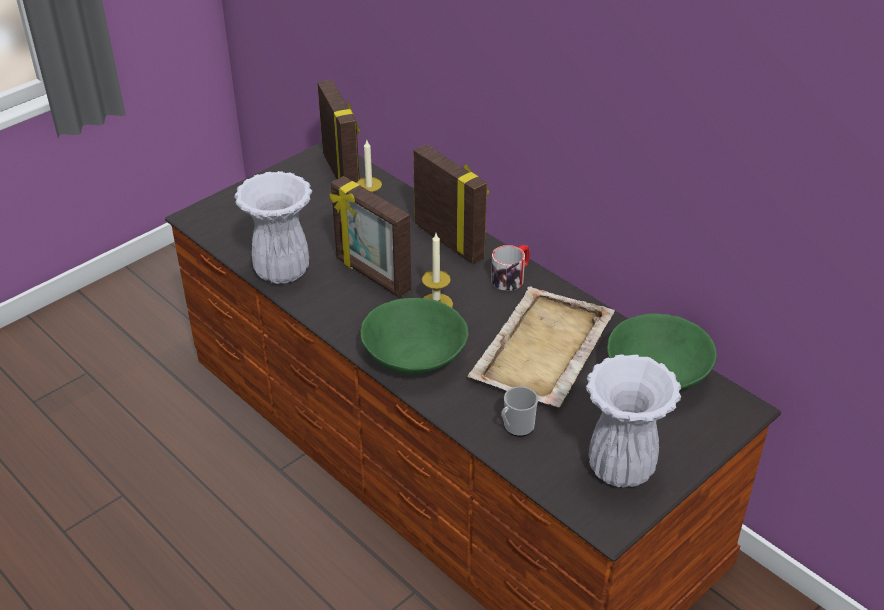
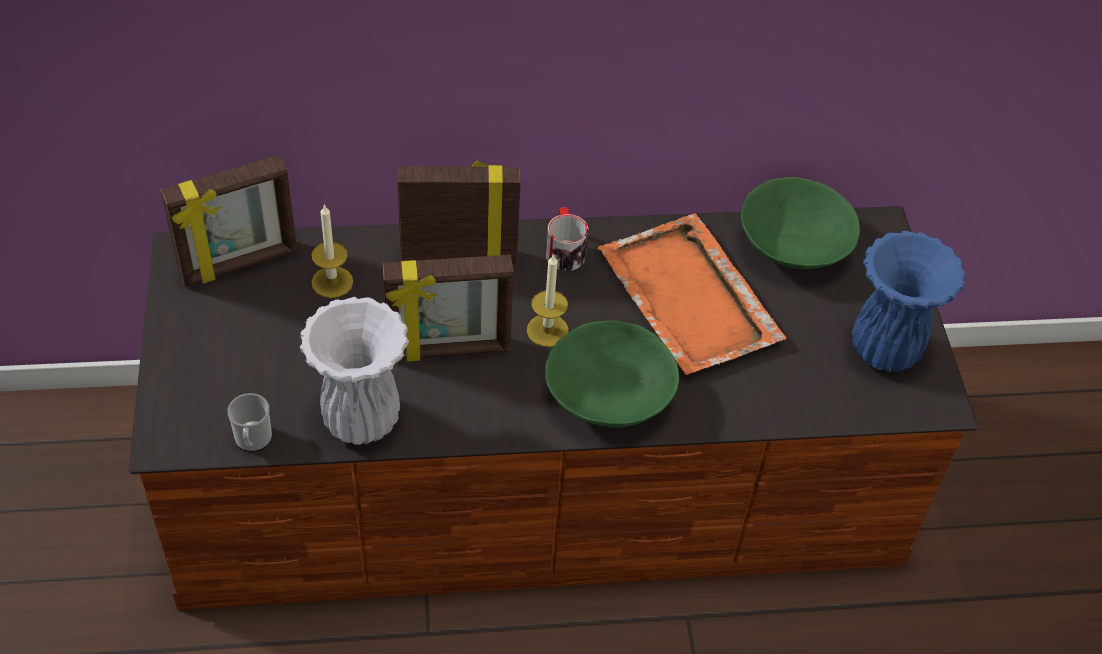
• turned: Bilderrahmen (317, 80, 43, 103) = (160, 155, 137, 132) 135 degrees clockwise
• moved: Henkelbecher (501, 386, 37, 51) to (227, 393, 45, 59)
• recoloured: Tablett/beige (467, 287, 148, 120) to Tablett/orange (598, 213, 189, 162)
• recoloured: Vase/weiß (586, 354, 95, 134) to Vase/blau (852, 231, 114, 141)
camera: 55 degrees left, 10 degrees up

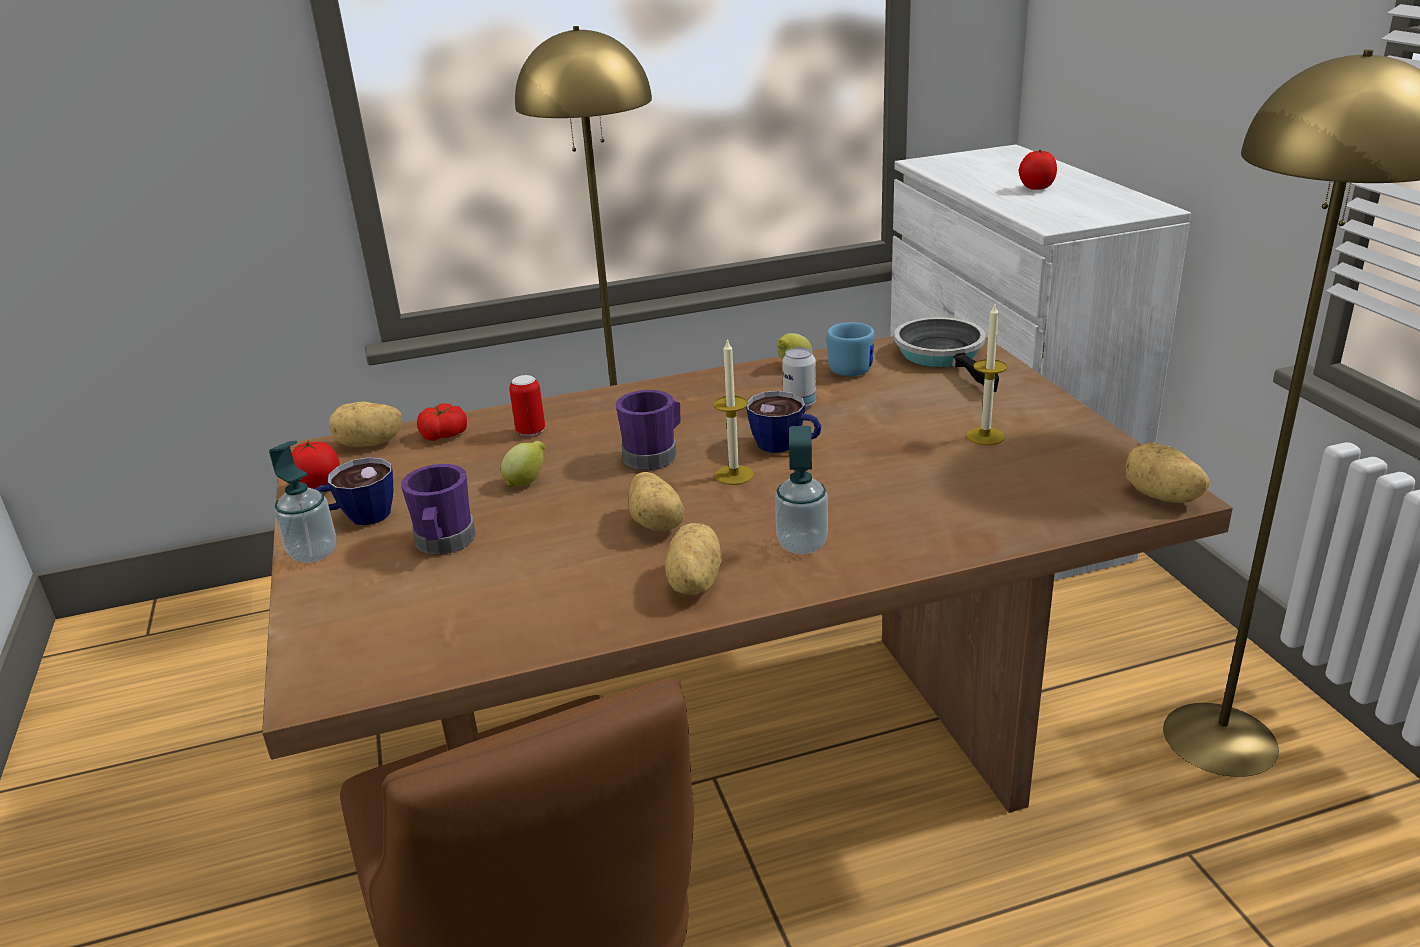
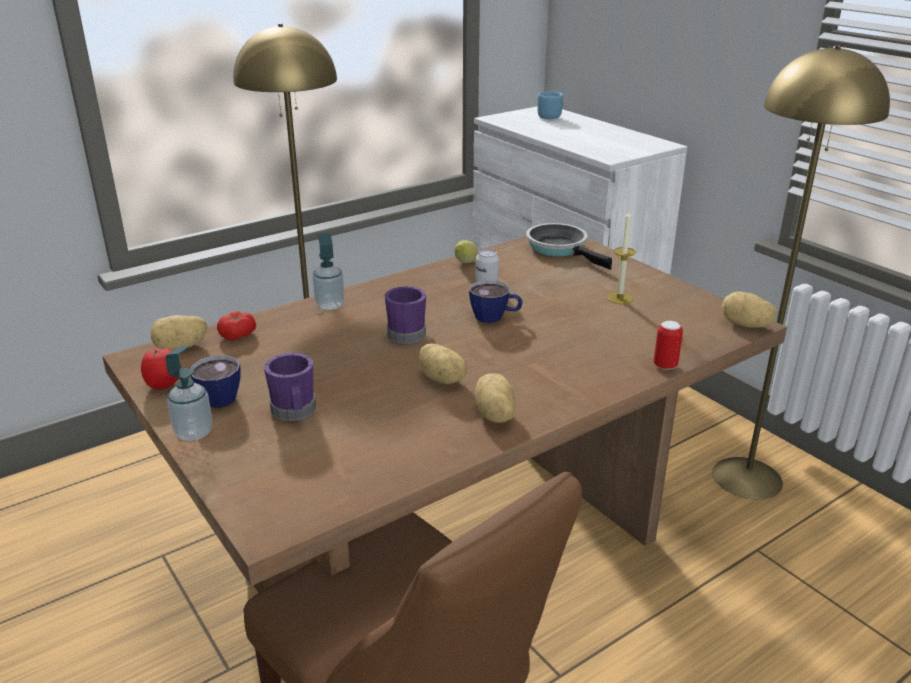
• moved: Seifenspender (775, 426, 53, 129) to (313, 233, 31, 77)
• moved: Henkelbecher/blau (827, 322, 47, 54) to (538, 91, 25, 28)
• moved: Dose (509, 375, 36, 61) to (654, 321, 29, 49)
• removed: Zitrone (501, 441, 44, 46)
• removed: Kerze (713, 339, 41, 146)
• removed: Tomate (1019, 150, 38, 40)
camera: 20 degrees left, 0 degrees up

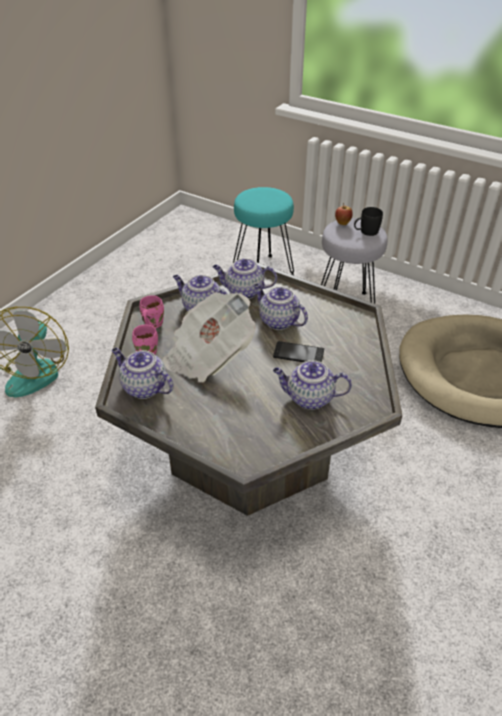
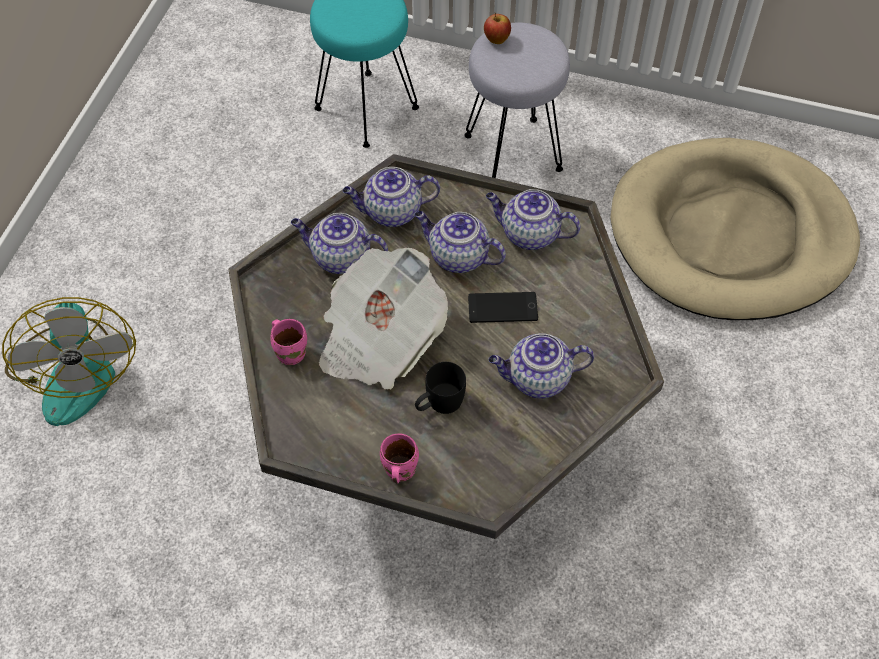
• moved: Henkelbecher/rosa (139, 295, 25, 33) to (380, 433, 39, 50)
• moved: Henkelbecher/schwarz (354, 207, 29, 29) to (415, 362, 51, 52)
• moved: Teekanne (112, 348, 61, 51) to (486, 189, 95, 61)
camera: 15 degrees left, 15 degrees up

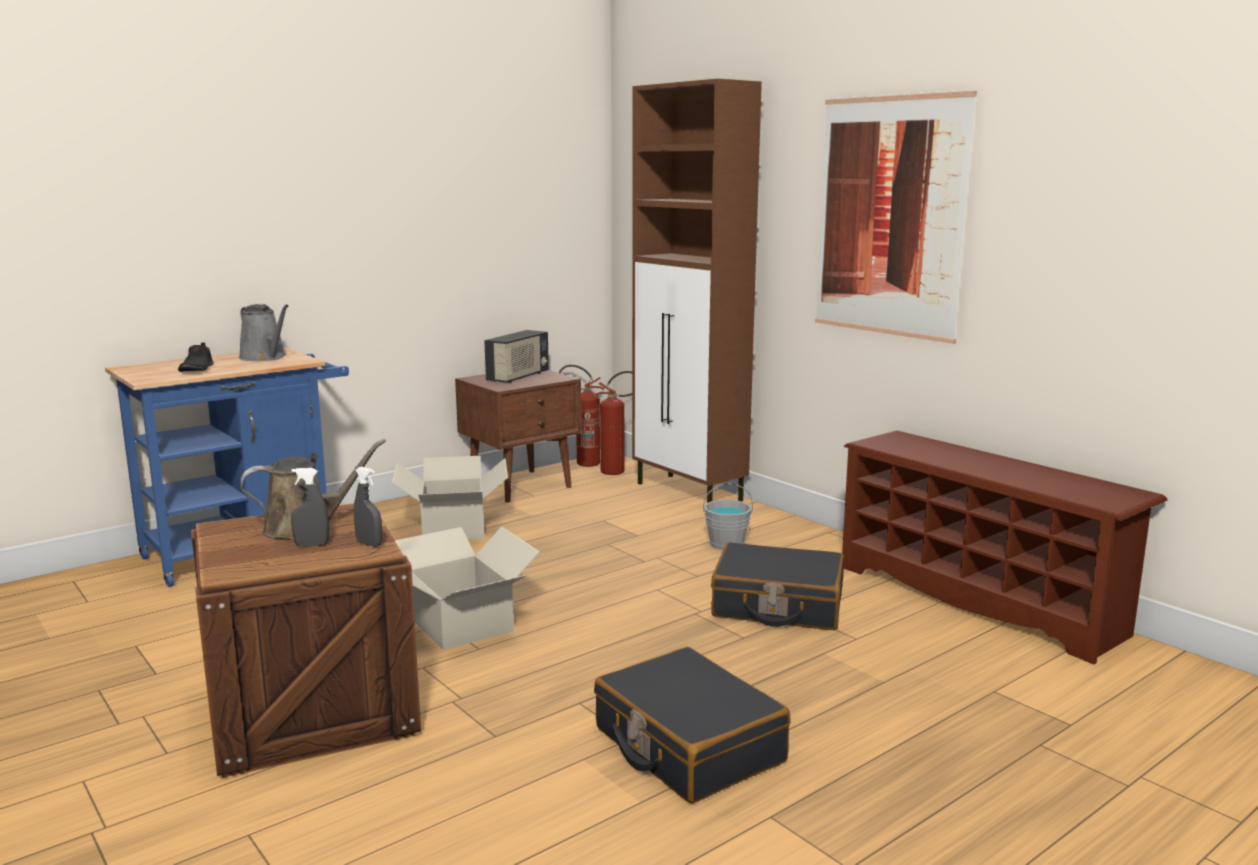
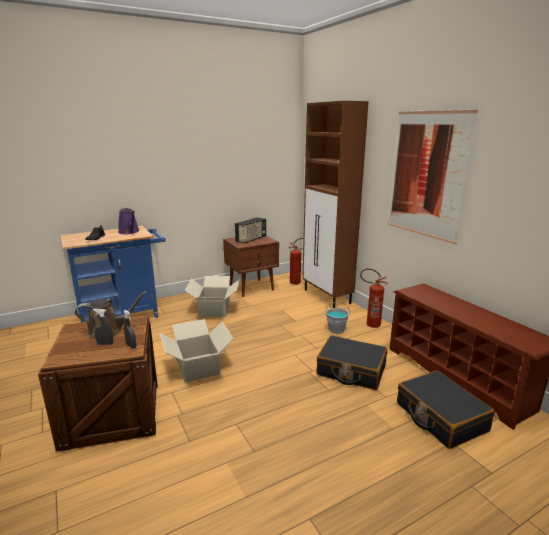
• recoloured: Gießkanne/grau (239, 304, 50, 57) to Gießkanne/lila (118, 208, 21, 26)
• moved: Feuerlöscher (559, 365, 45, 102) to (360, 268, 28, 60)
• moved: Koffer/schwarz (594, 647, 196, 156) to (397, 371, 98, 78)
camera: 10 degrees right, 5 degrees up

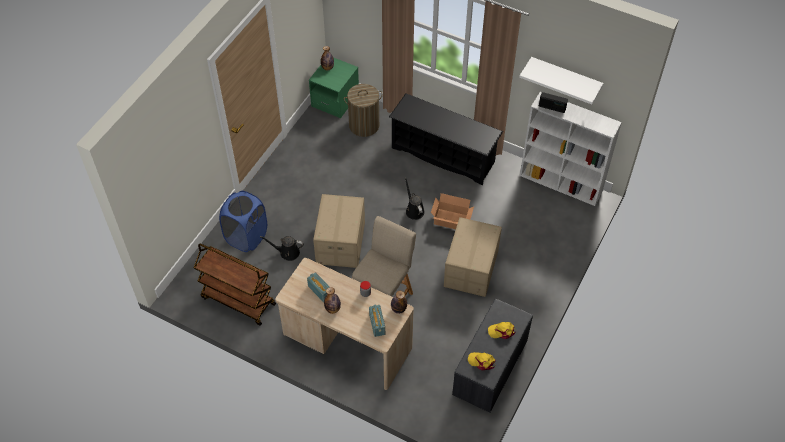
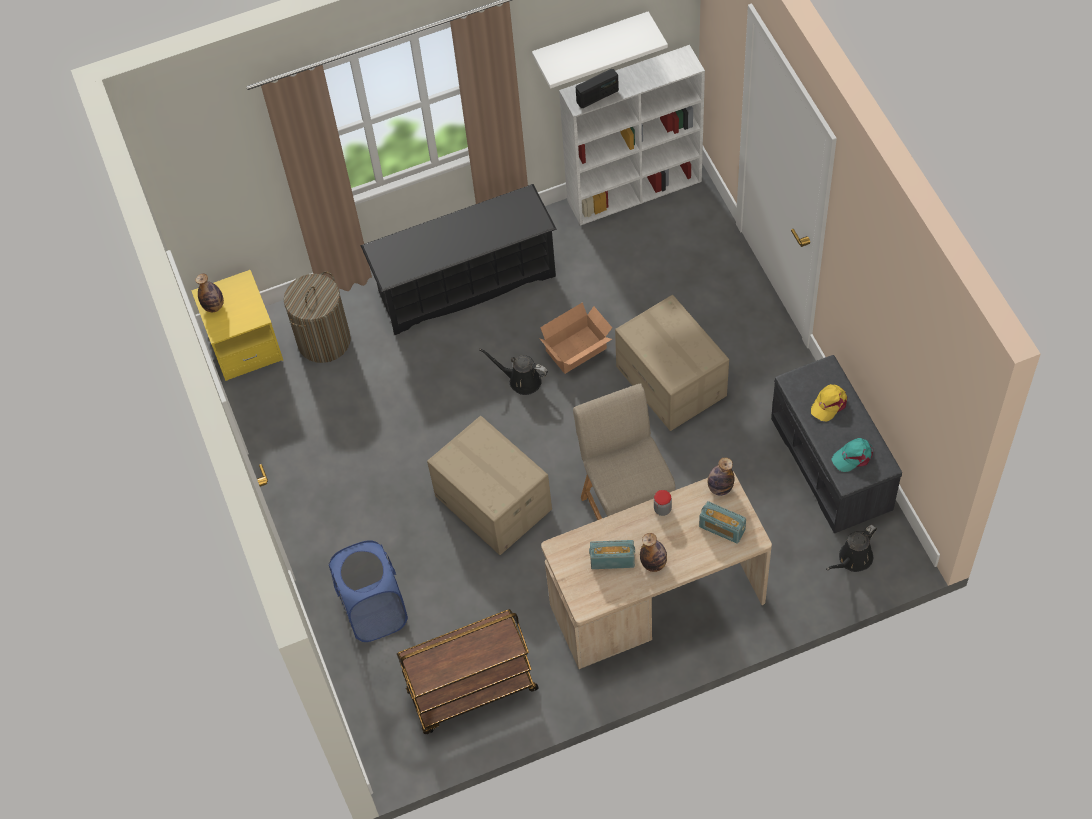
• recoloured: Nachttisch/grün (309, 57, 50, 62) to Nachttisch/gelb (191, 270, 92, 111)
• moved: Gießkanne/schwarz (260, 236, 44, 25) to (826, 525, 51, 47)
• recoloured: Kappe/gelb (468, 352, 28, 18) to Kappe/türkis (831, 438, 42, 34)
camera: 45 degrees left, 5 degrees up

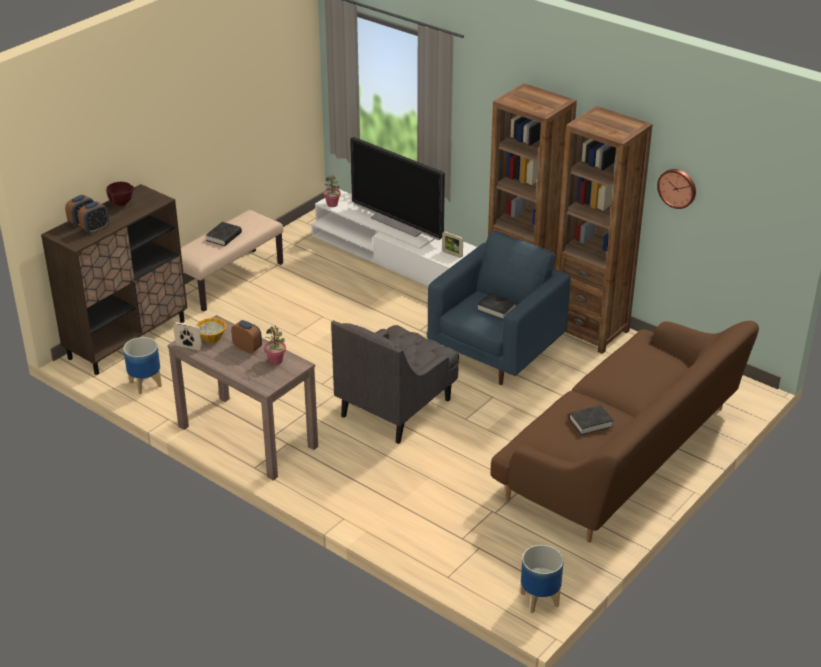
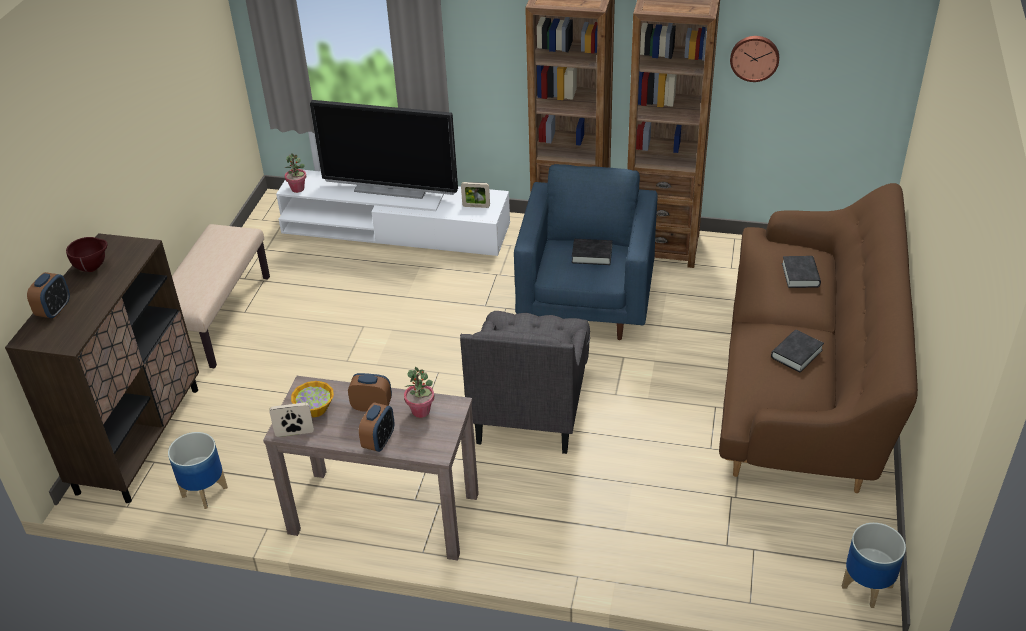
• moved: Wecker (78, 201, 31, 33) to (359, 402, 35, 50)
• moved: Buch/schwarz (206, 222, 36, 24) to (782, 256, 39, 32)
camera: 25 degrees left, 5 degrees up

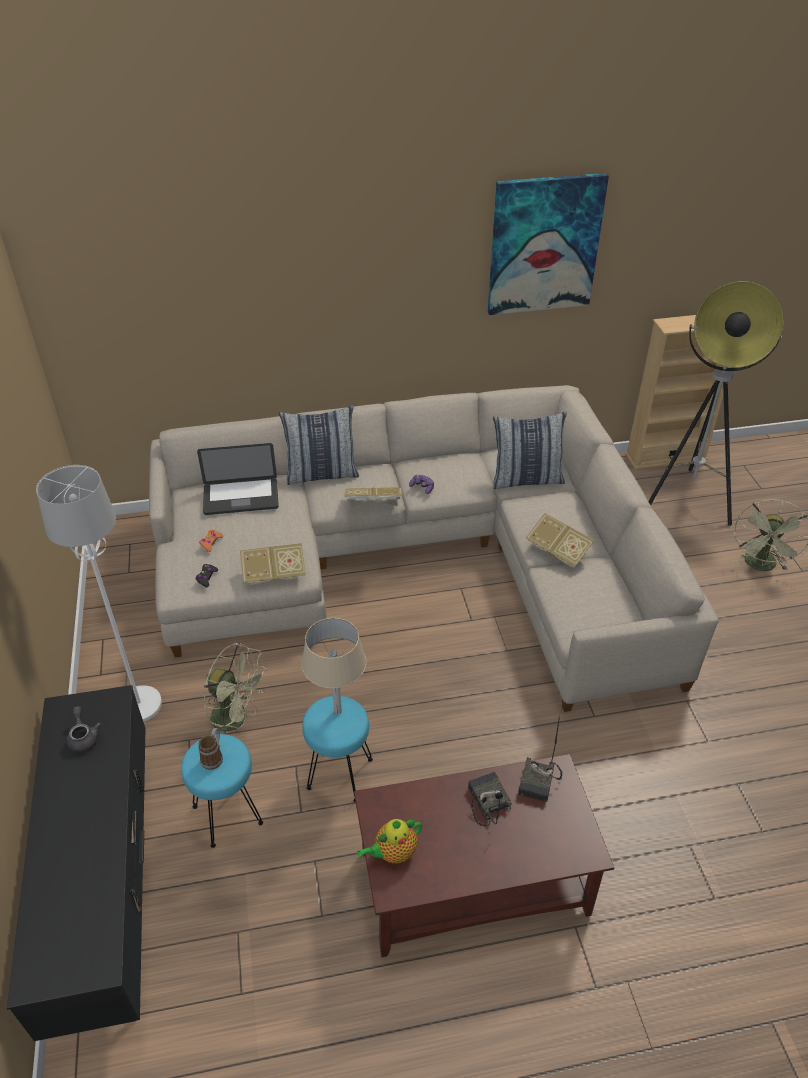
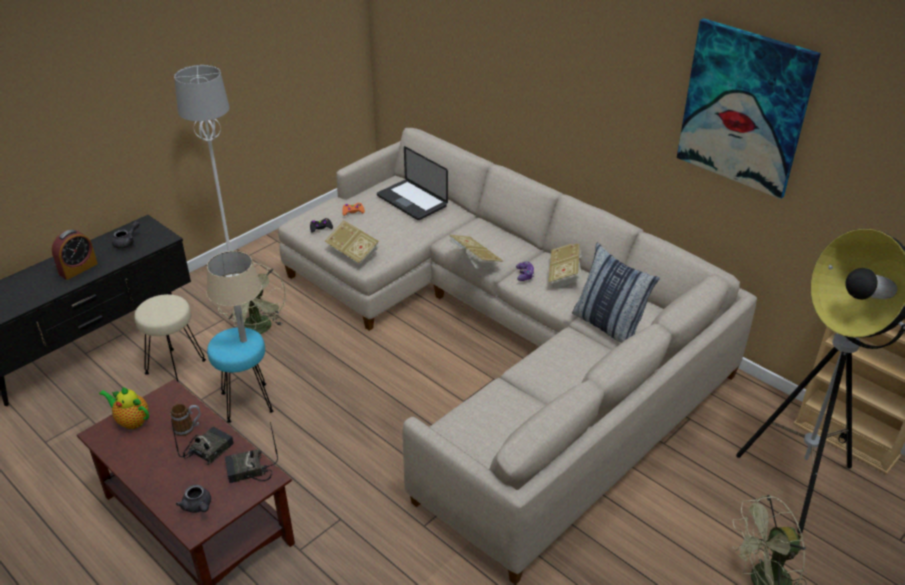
• added: Wecker (52, 230, 46, 50)
• recoloured: Hocker/türkis (181, 734, 82, 114) to Hocker/beige (134, 294, 72, 88)
• moved: Henkelbecher (199, 728, 24, 42) to (171, 404, 30, 32)
• added: Teekanne/grau (176, 485, 35, 28)
• moved: Buch (525, 513, 70, 56) to (549, 244, 33, 44)
• removed: Kissen (279, 405, 80, 80)
camera: 55 degrees right, 5 degrees down

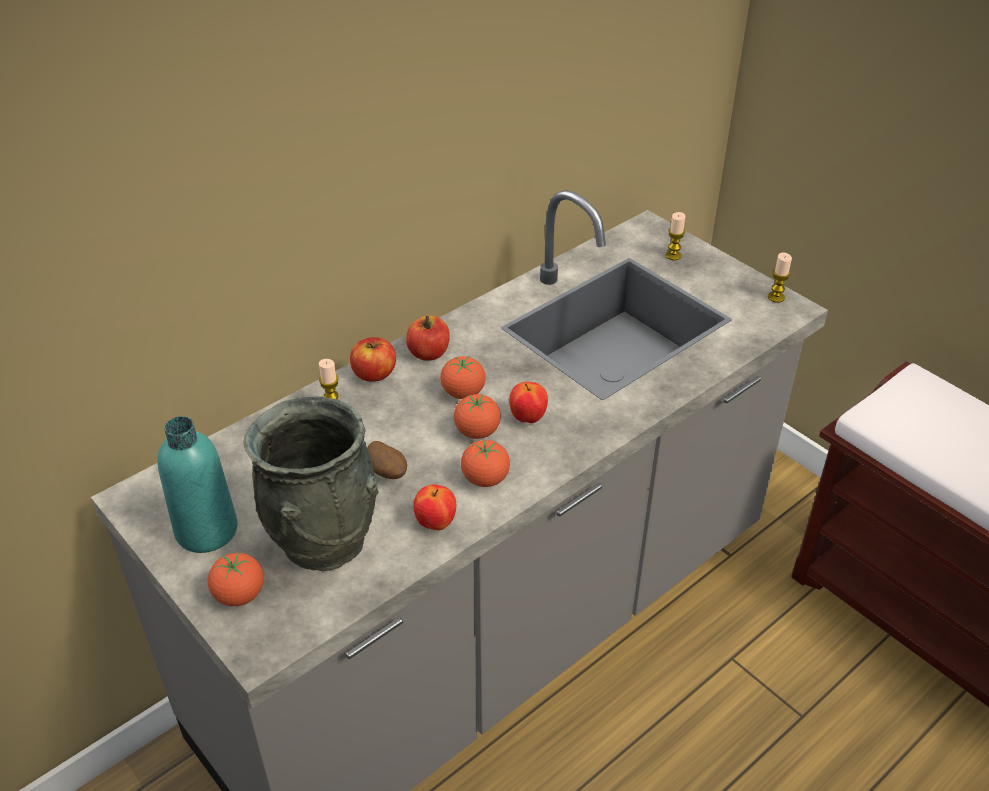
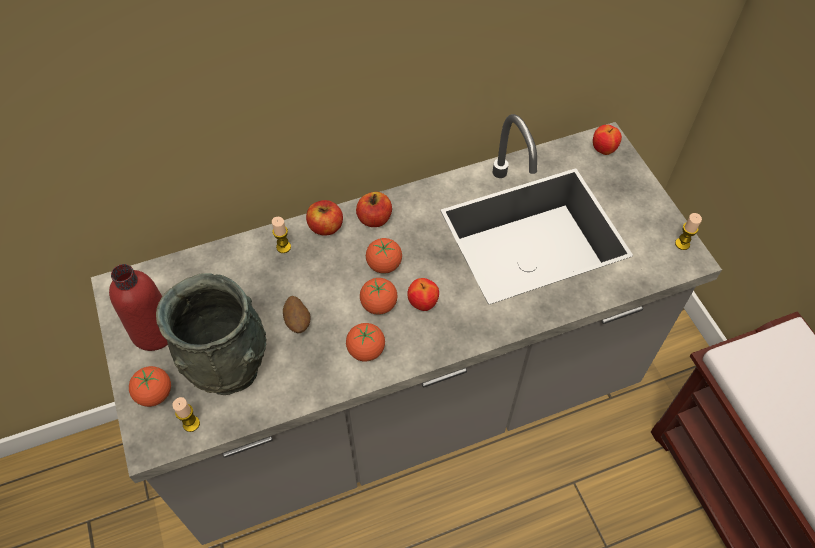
• recoloured: Flasche/türkis (157, 416, 81, 137) to Flasche/rot (109, 264, 59, 87)
• moved: Kerze (666, 212, 19, 48) to (173, 397, 27, 35)
• moved: Apfel (413, 484, 43, 46) to (593, 125, 29, 30)
camera: 20 degrees right, 15 degrees up

